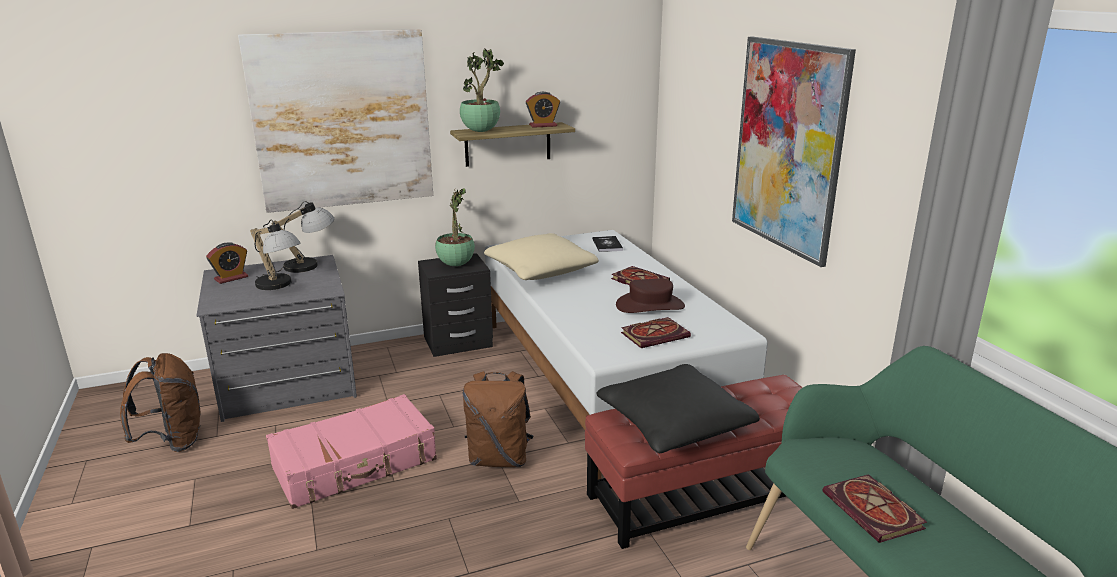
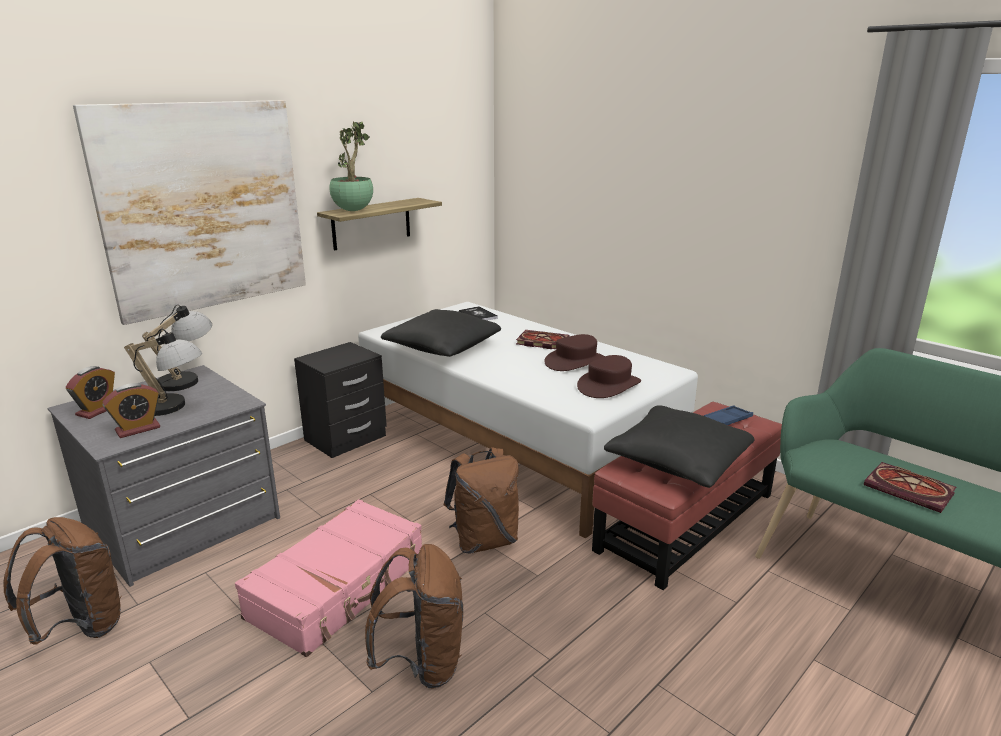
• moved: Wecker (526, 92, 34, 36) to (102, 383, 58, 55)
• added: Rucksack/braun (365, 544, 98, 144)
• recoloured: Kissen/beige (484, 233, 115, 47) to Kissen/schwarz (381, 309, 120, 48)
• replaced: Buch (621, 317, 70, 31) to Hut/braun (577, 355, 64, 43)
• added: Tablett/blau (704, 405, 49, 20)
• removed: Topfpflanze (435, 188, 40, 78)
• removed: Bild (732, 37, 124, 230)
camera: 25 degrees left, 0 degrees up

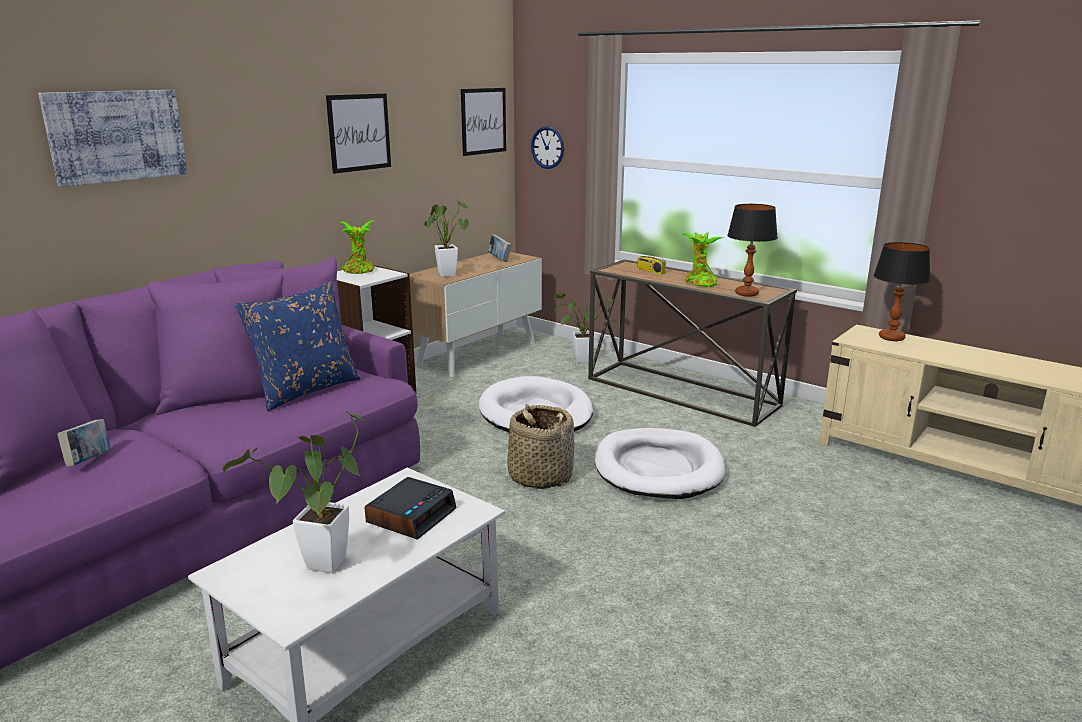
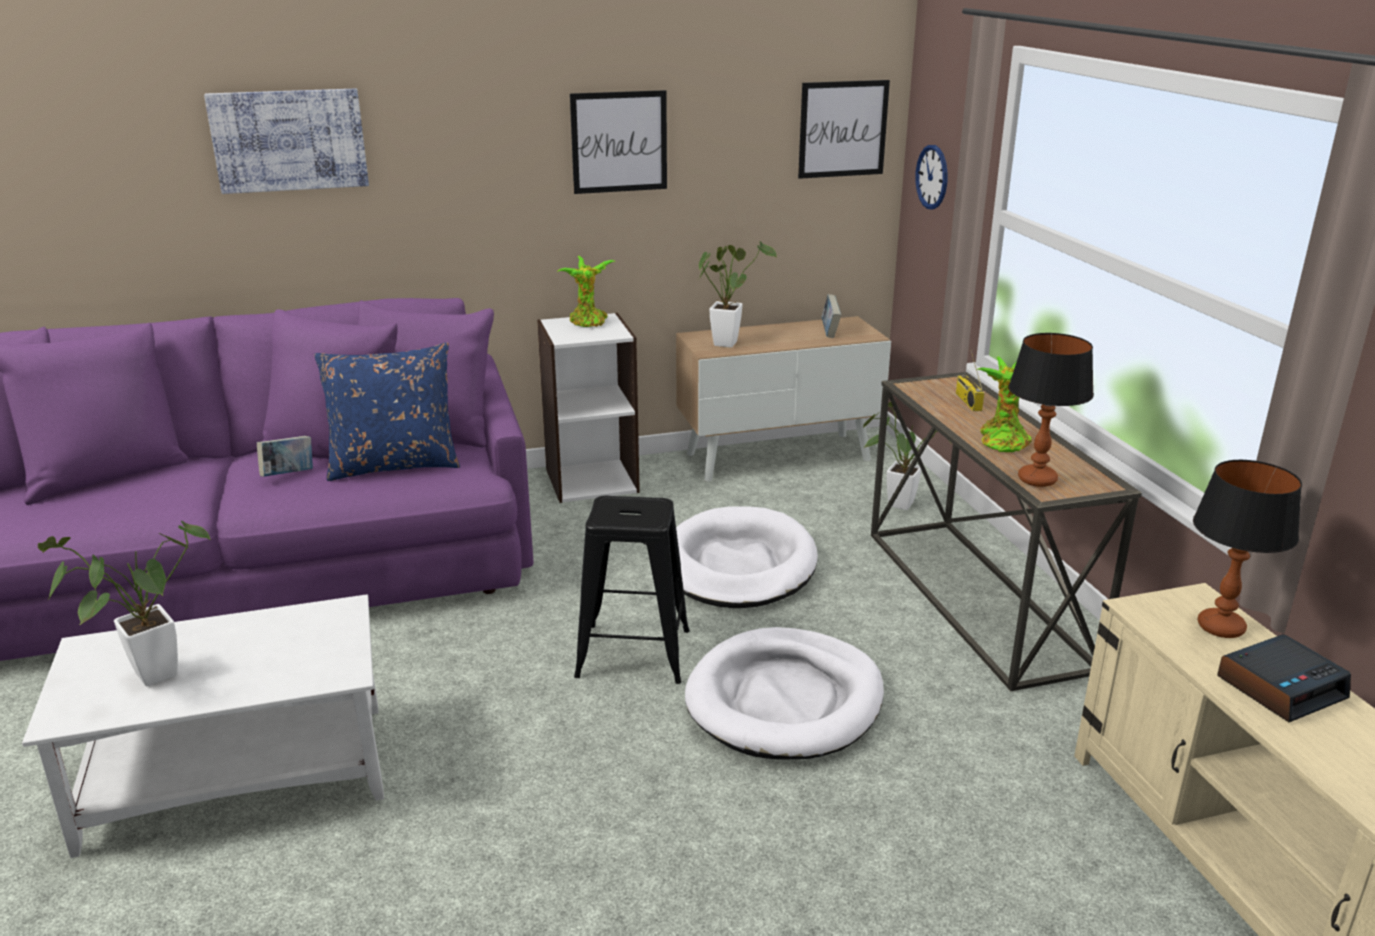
• moved: Buch (57, 419, 54, 48) to (257, 436, 56, 41)
• replaced: Korb (507, 404, 68, 85) to Hocker/schwarz (574, 496, 116, 188)
• moved: Wecker (364, 477, 93, 63) to (1217, 634, 134, 88)
camera: 35 degrees right, 5 degrees up

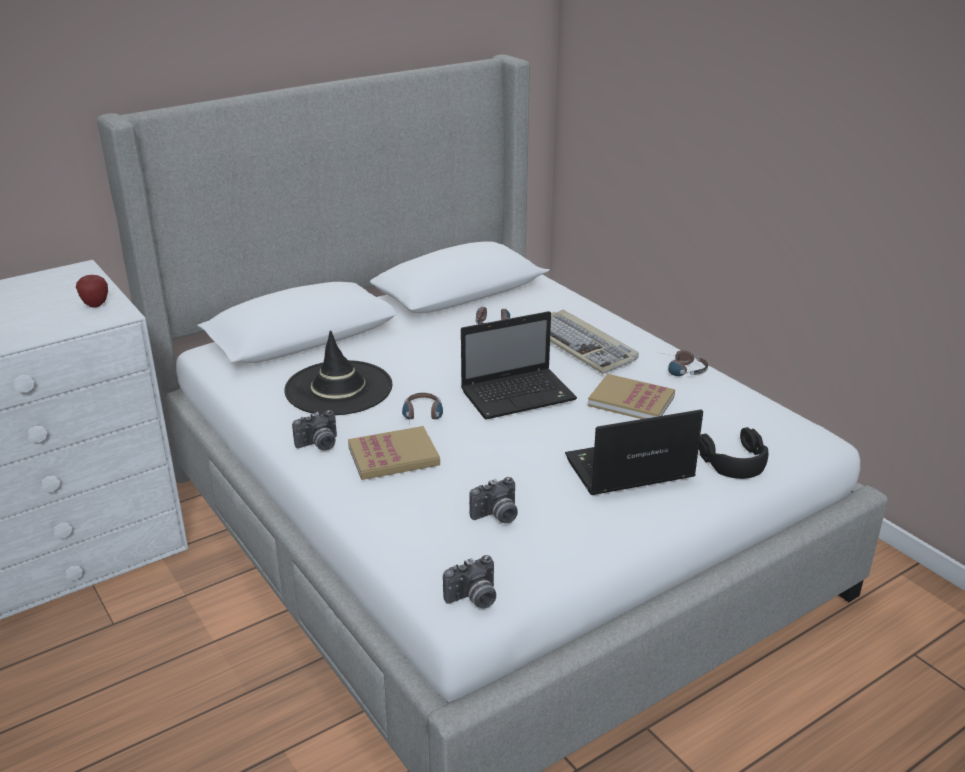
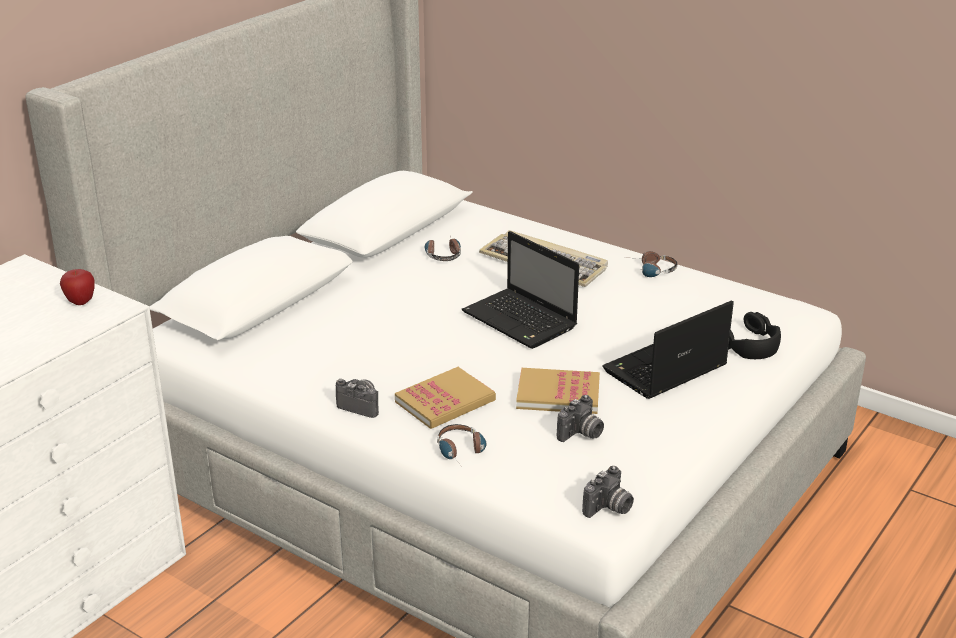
• turned: Kamera (292, 410, 45, 41) = (336, 379, 43, 39) 105 degrees counterclockwise
• moved: Kopfhörer (402, 393, 41, 26) to (437, 424, 50, 42)
• turned: Laptop (461, 311, 116, 109) = (462, 231, 117, 118) 90 degrees clockwise
• moved: Buch (588, 374, 87, 45) to (516, 368, 84, 46)
• removed: Hut/schwarz (284, 330, 108, 85)
camera: 20 degrees left, 0 degrees up

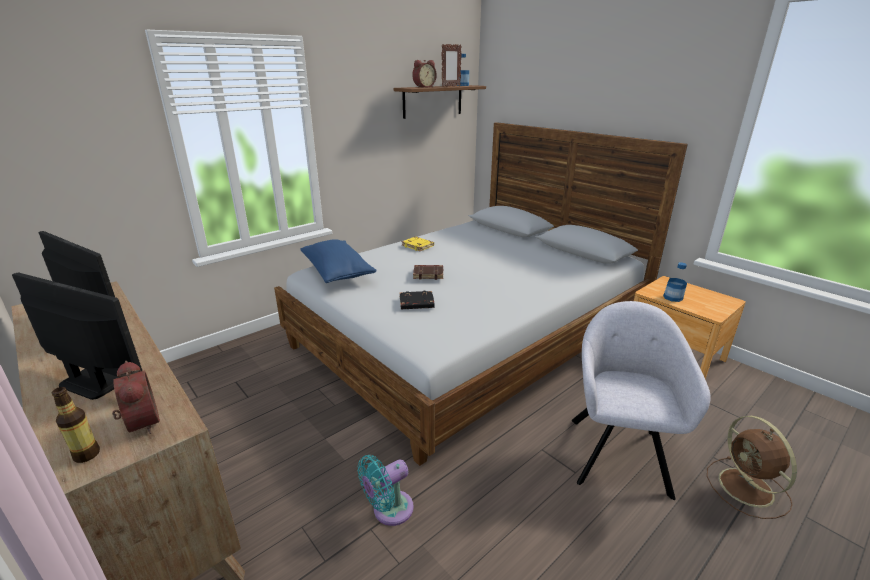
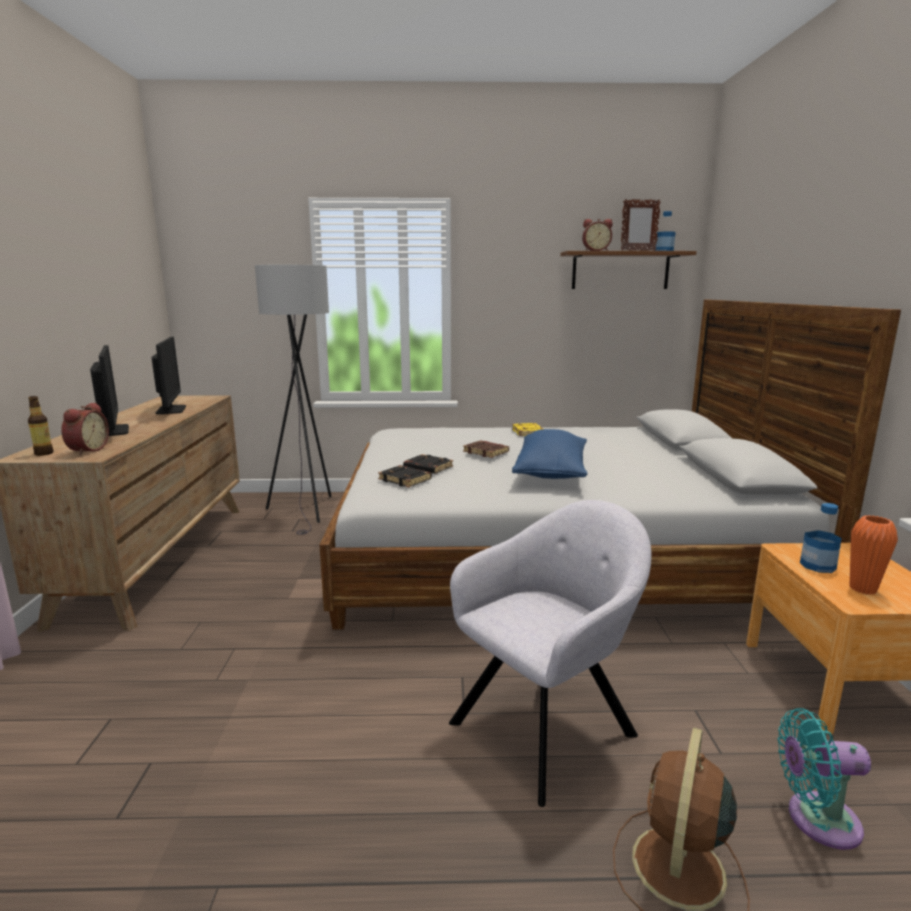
• added: Stehlampe/grau (255, 265, 77, 270)
• added: Buch/schwarz (378, 465, 54, 22)
• moved: Kissen/blau (300, 239, 77, 44) to (512, 429, 75, 50)
• moved: Ventilator/türkis (358, 455, 56, 71) to (778, 708, 93, 142)
• added: Vase/orange (850, 515, 48, 80)
camera: 40 degrees right, 10 degrees down

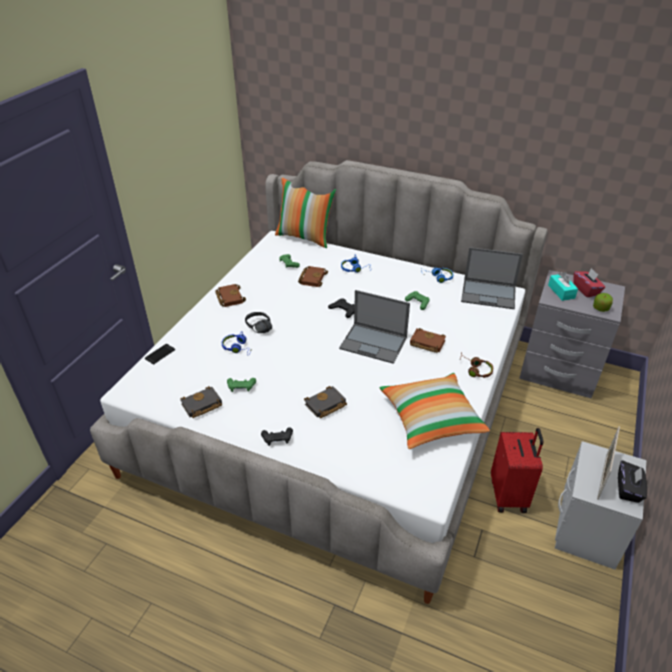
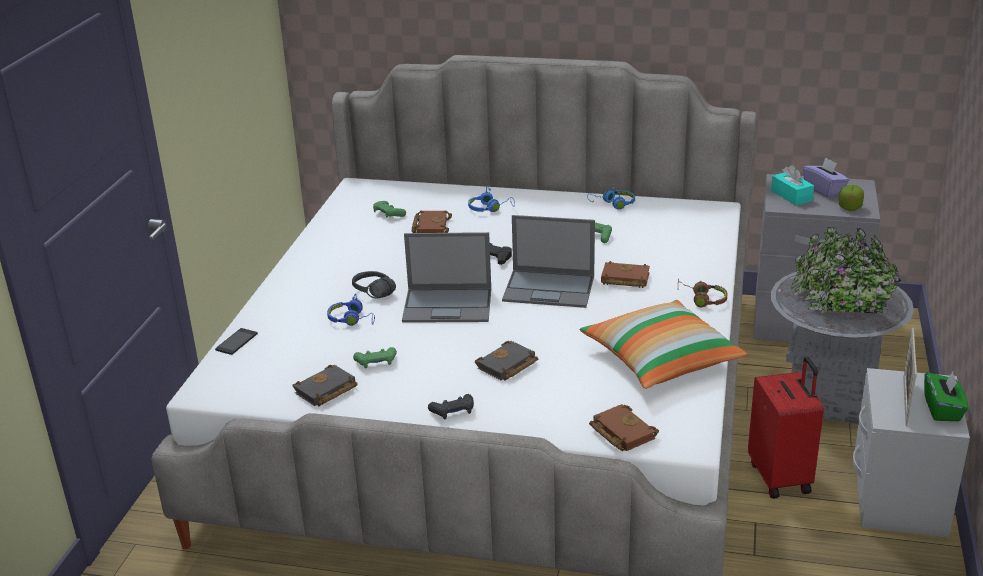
• moved: Laptop (461, 247, 62, 62) to (402, 232, 89, 91)
• moved: Buch/braun (215, 284, 31, 23) to (589, 404, 70, 47)
• added: Pflanzkübel/grau (771, 227, 143, 197)
• recoloured: Taschentuchbox/rot (573, 268, 32, 30) to Taschentuchbox/lila (803, 157, 46, 41)
• recoloured: Taschentuchbox/schwarz (618, 460, 29, 43) to Taschentuchbox/grün (924, 372, 44, 49)
• removed: Kissen (275, 178, 61, 70)
camera: 10 degrees left, 10 degrees down

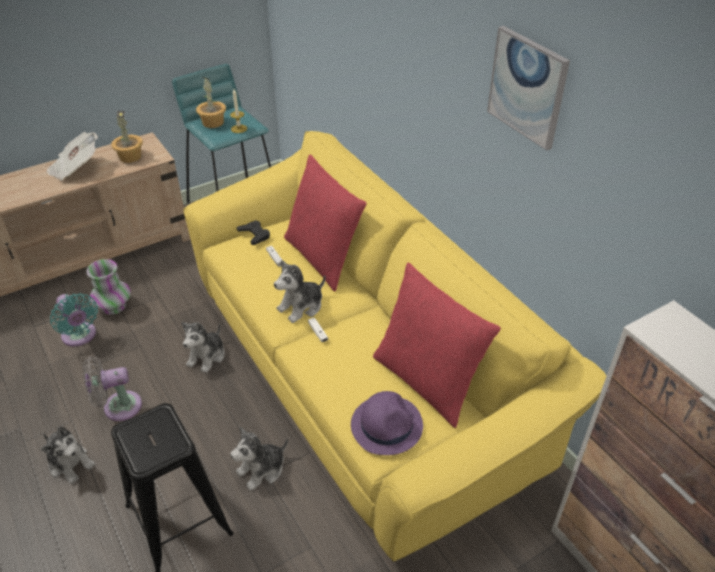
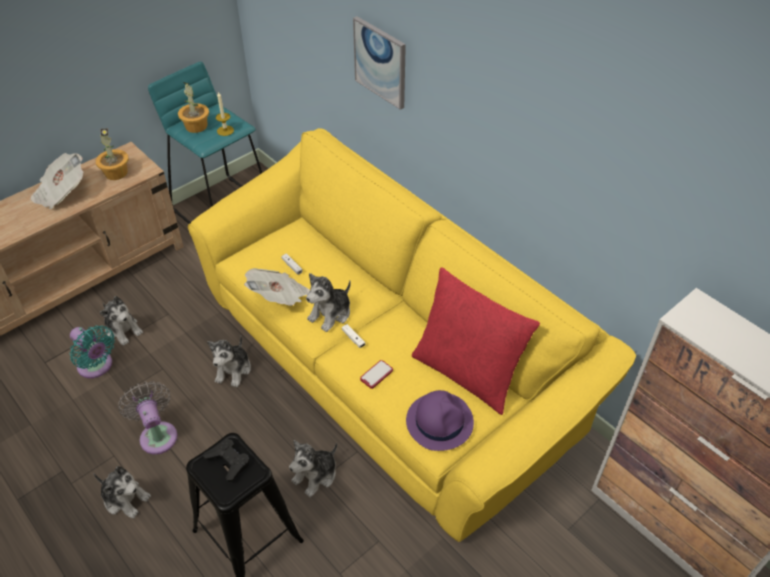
• replaced: Vase (86, 259, 45, 55) to Plüschtier (100, 296, 43, 50)
• turned: Ventilator/grau (83, 356, 59, 65) = (118, 381, 59, 73) 90 degrees clockwise
• moved: Gamepad/schwarz (236, 220, 34, 25) to (203, 439, 46, 44)
• added: Zeitung (244, 268, 66, 38)
• moved: Bild (487, 26, 83, 124) to (353, 16, 53, 94)
• added: Handy (360, 360, 33, 29)
• removed: Kissen/rot (284, 154, 83, 138)
camera: 10 degrees left, 5 degrees up

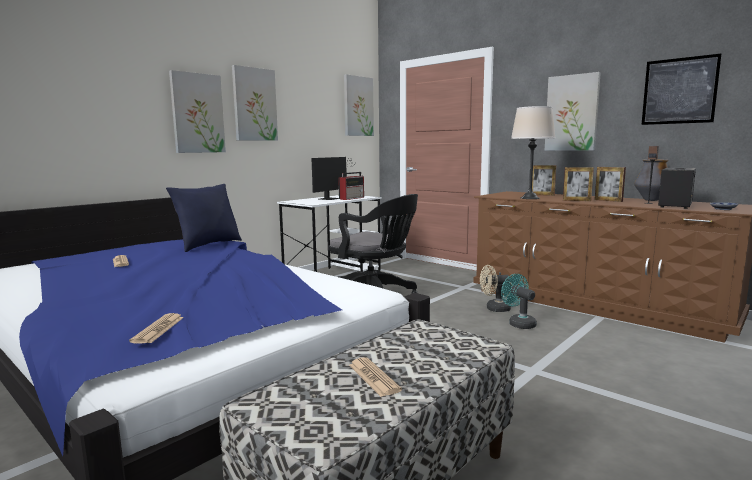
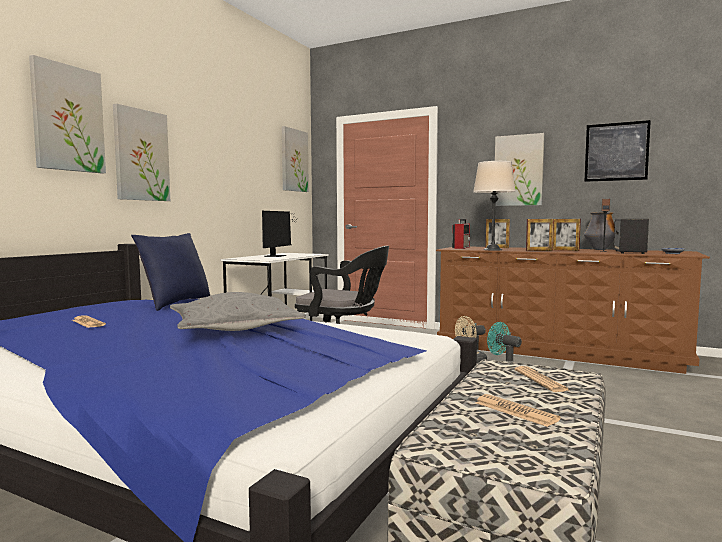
• moved: Bild (232, 65, 46, 76) to (29, 55, 77, 119)
• added: Kissen/grau (170, 292, 136, 39)
• moved: Radio (338, 172, 26, 28) to (452, 219, 18, 30)
• moved: Zeitung (129, 313, 55, 30) to (514, 366, 57, 26)
camera: 15 degrees left, 5 degrees down

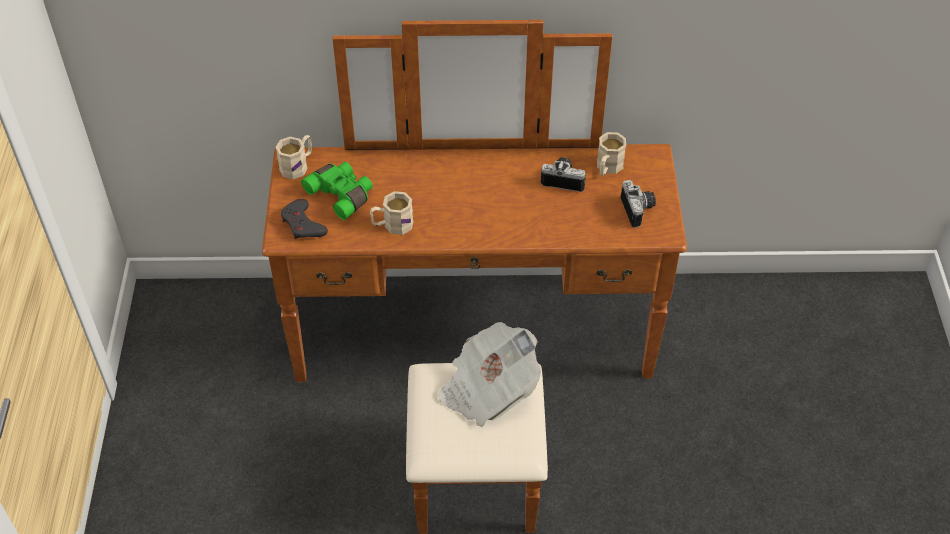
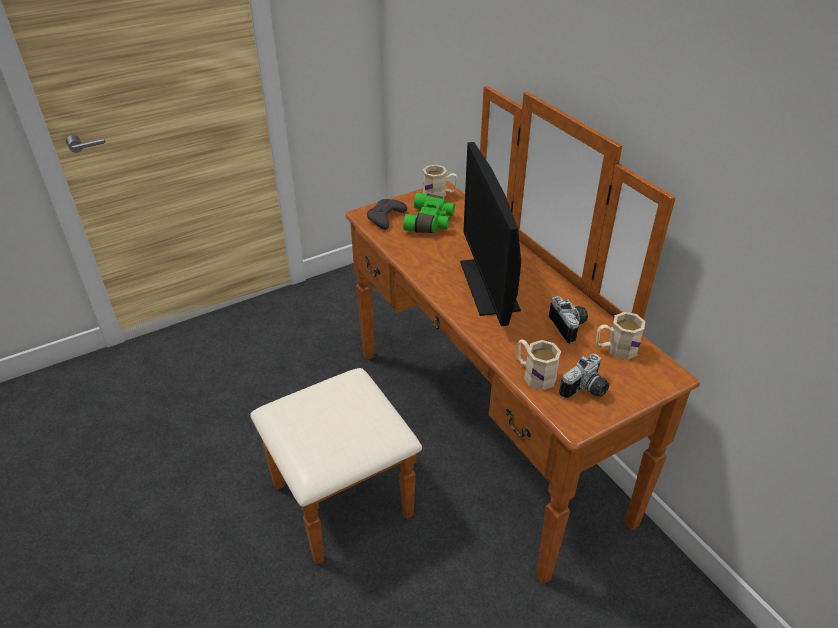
• added: Monitor (460, 142, 61, 184)
• moved: Henkelbecher/beige (370, 191, 44, 44) to (517, 339, 44, 51)
• removed: Zeitung (438, 322, 103, 105)
camera: 60 degrees right, 10 degrees down

